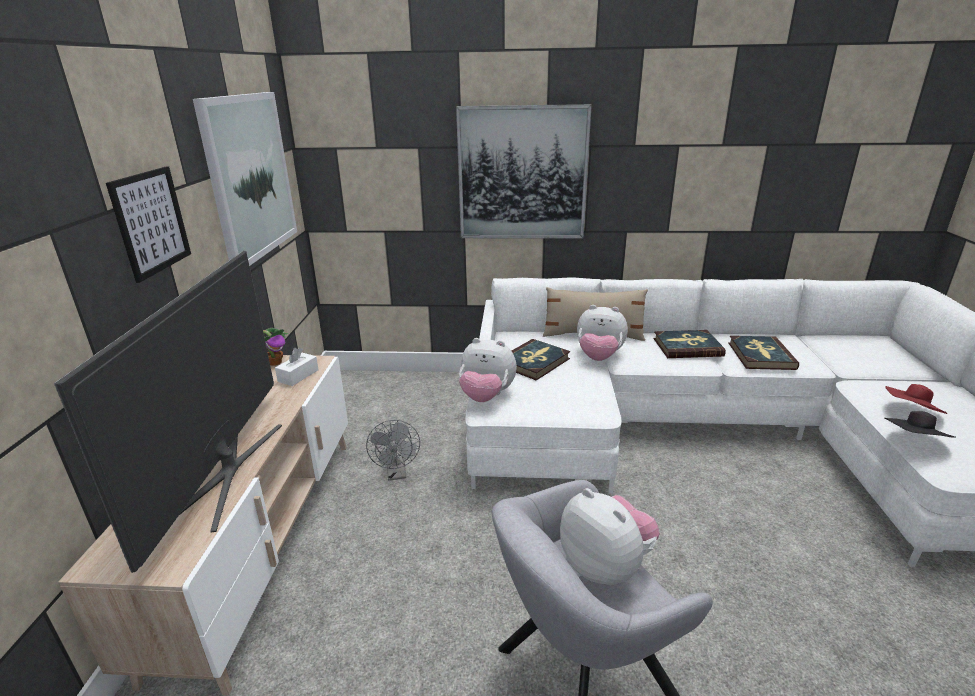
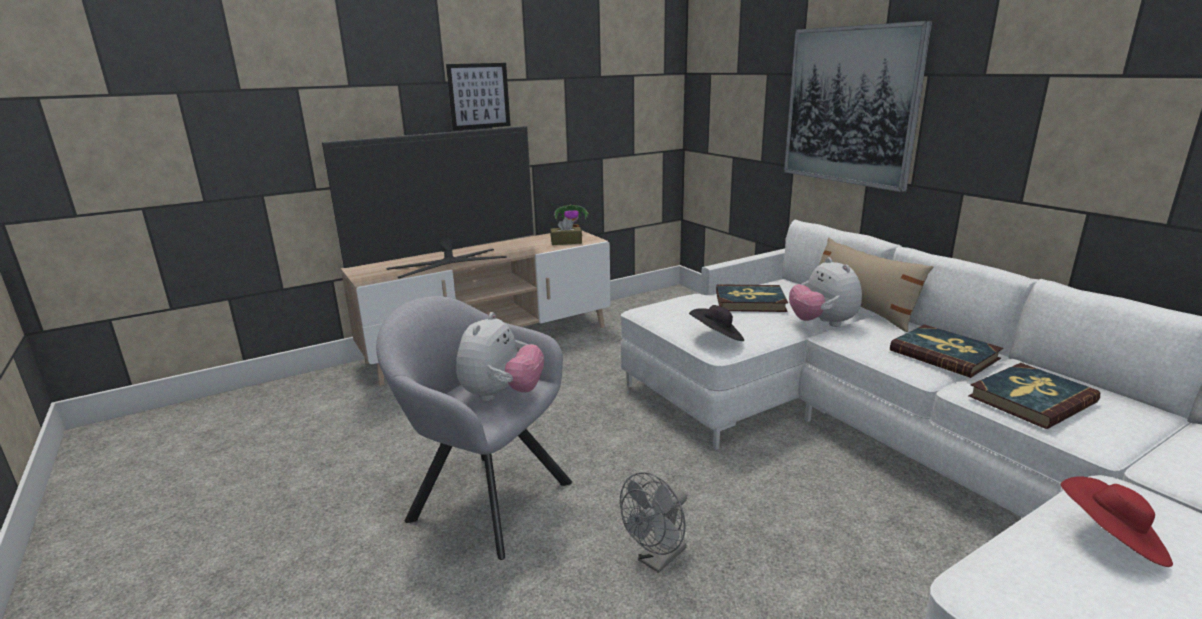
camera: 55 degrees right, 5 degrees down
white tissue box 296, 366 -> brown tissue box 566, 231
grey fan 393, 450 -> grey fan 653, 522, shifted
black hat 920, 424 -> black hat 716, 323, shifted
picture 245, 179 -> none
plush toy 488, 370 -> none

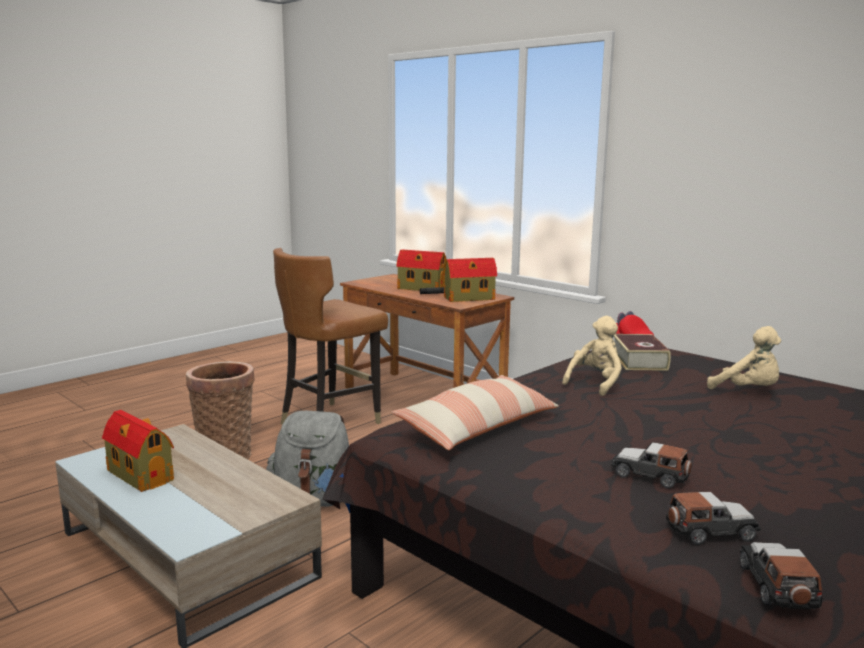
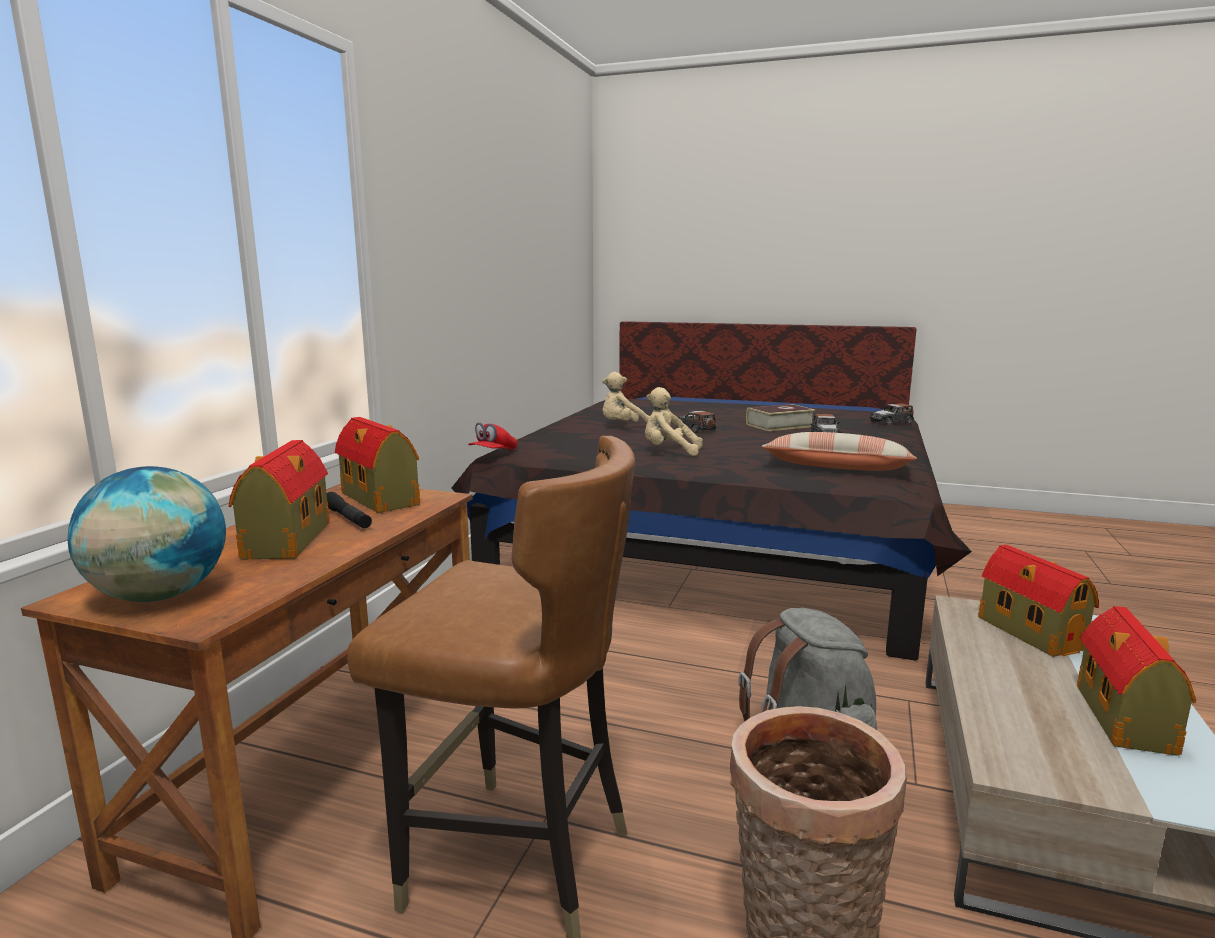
camera: 115 degrees left, 0 degrees up
none -> globe 147, 534
beige plush toy 744, 357 -> beige plush toy 626, 397, 135 degrees counterclockwise
toy car 713, 518 -> toy car 696, 422, shifted
book 642, 352 -> book 780, 417, shifted
none -> toy house 1038, 601

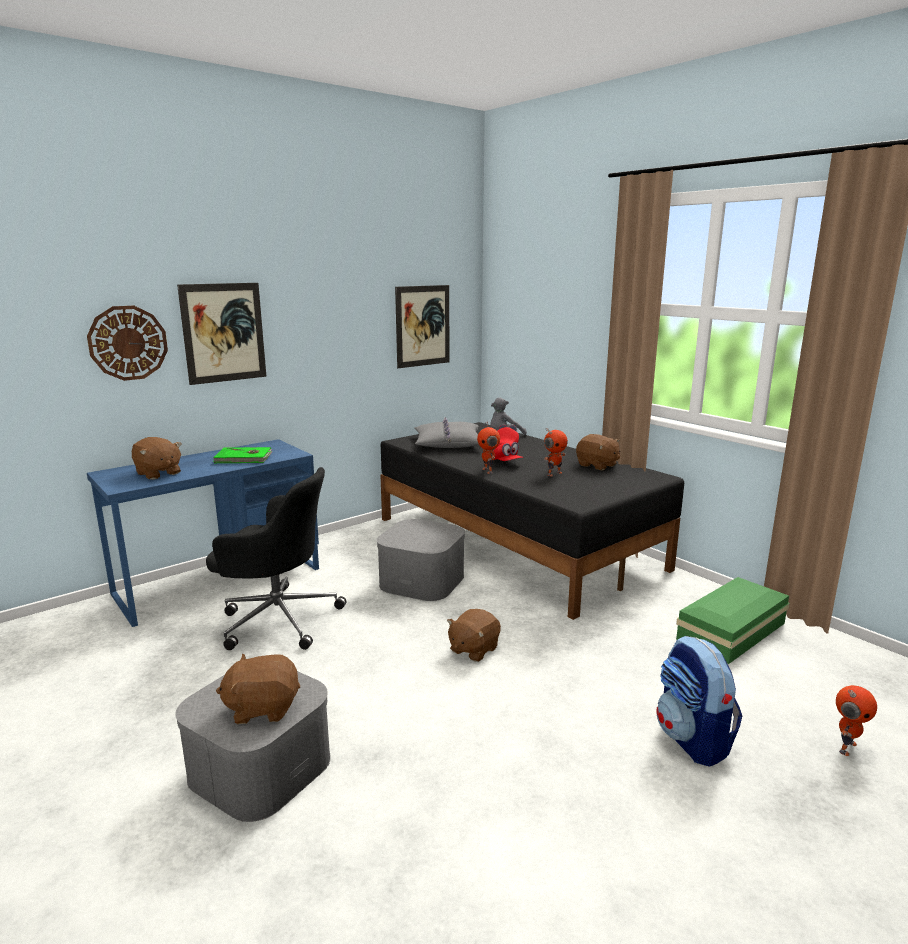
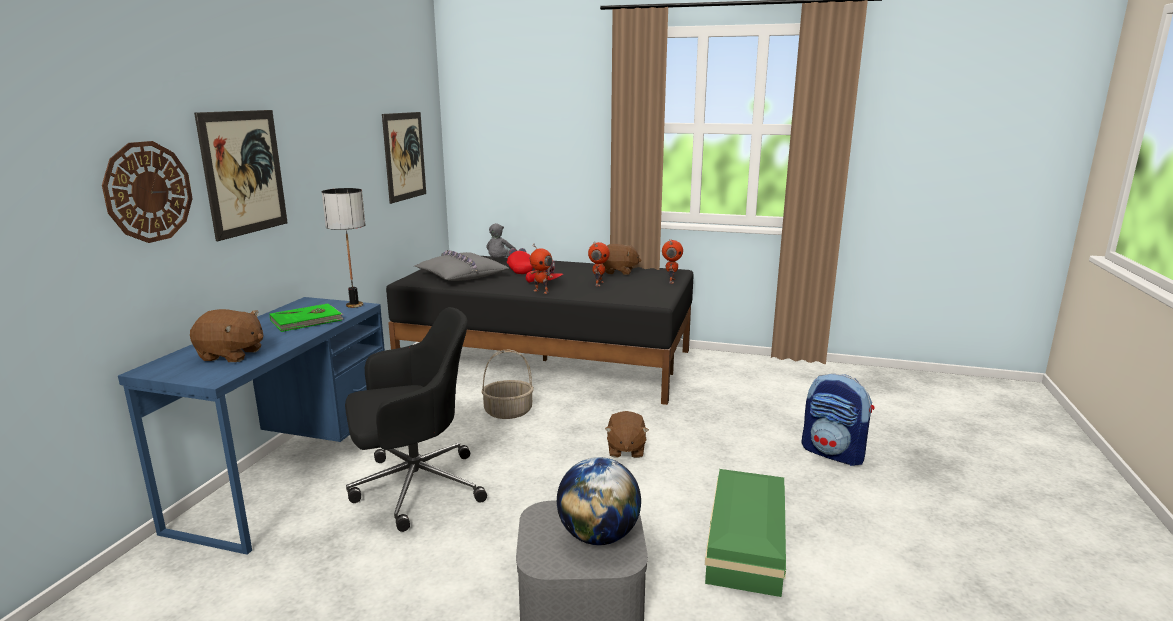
camera: 35 degrees left, 0 degrees up
none -> table lamp 343, 248
grey storage box 421, 560 -> basket 507, 384
brown plush toy 258, 689 -> globe 599, 501
toy robot 856, 720 -> toy robot 672, 261, shifted
green storage box 733, 620 -> green storage box 745, 533, shifted

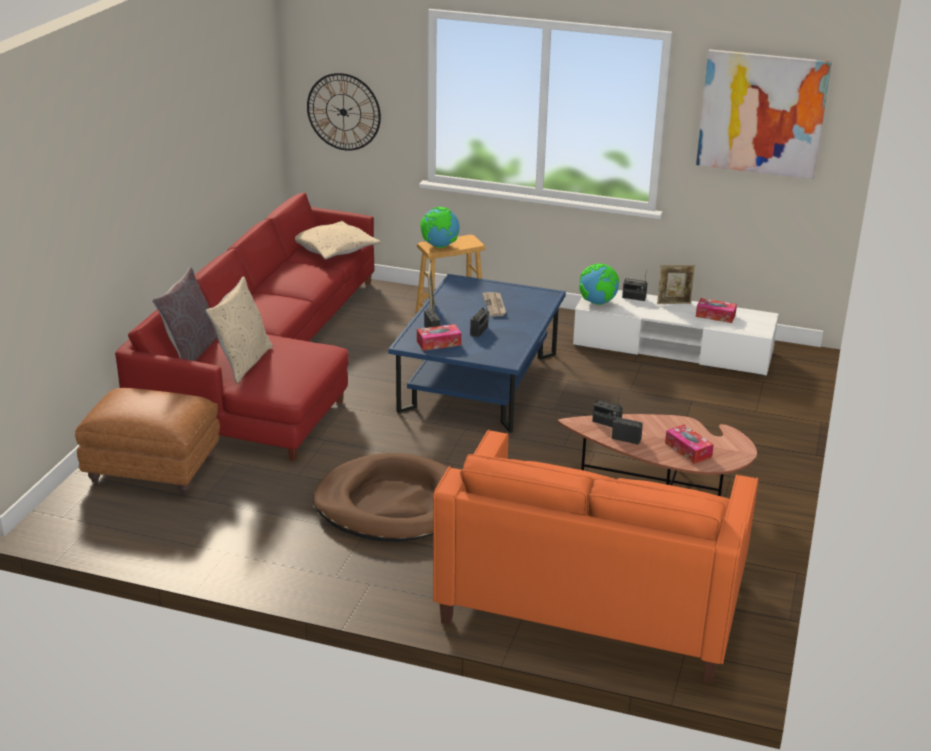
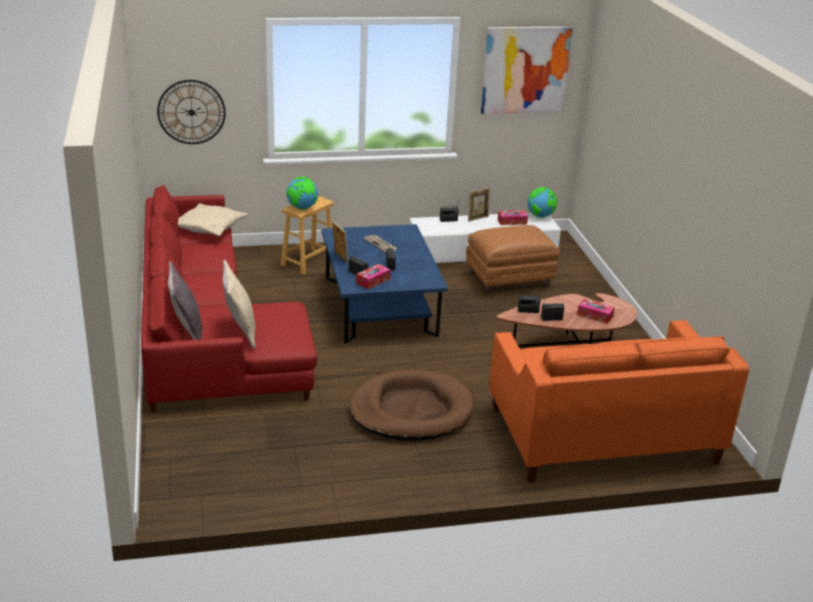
camera: 30 degrees left, 0 degrees up
brown ottoman 147, 441 -> brown ottoman 513, 259, shifted
globe 599, 284 -> globe 542, 202, shifted

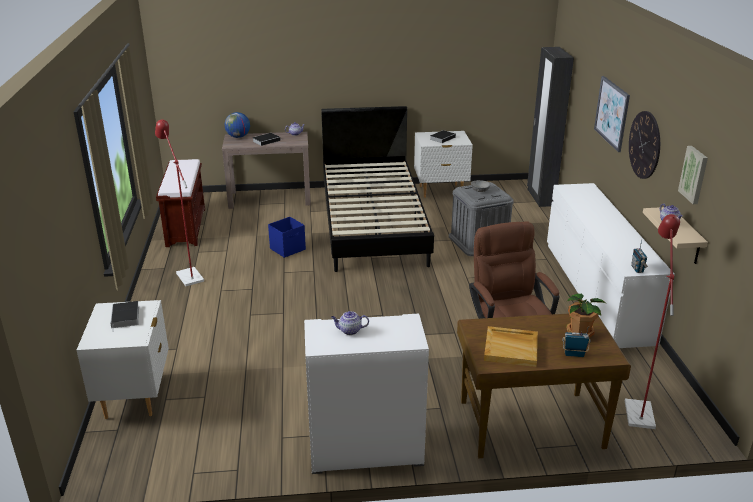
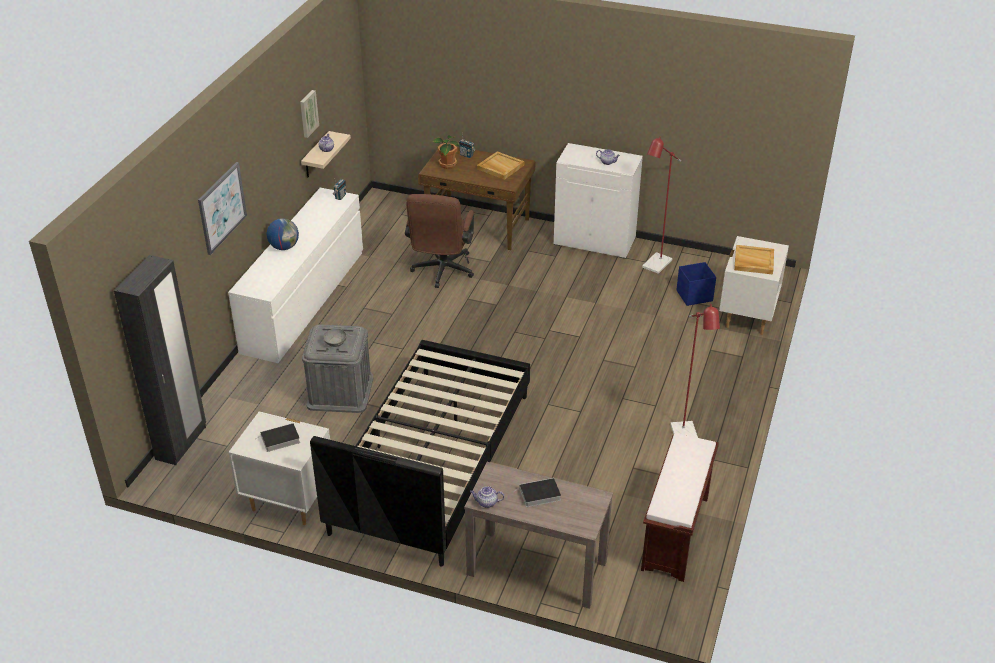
camera: 155 degrees left, 10 degrees up
globe 237, 125 -> globe 283, 234, shifted
red floor lamp 652, 321 -> red floor lamp 661, 205, shifted
blue storage box 287, 237 -> blue storage box 696, 284, shifted
book 124, 315 -> beige tray 754, 260
wall clock 644, 145 -> none

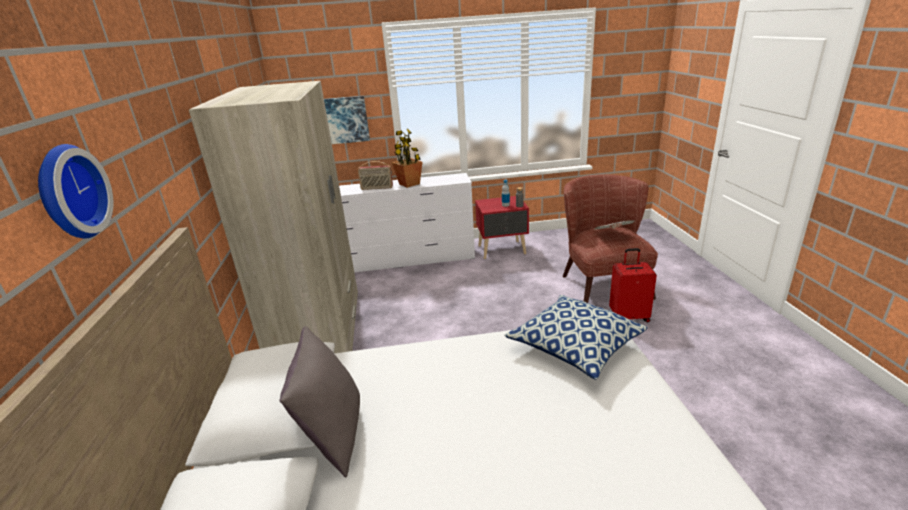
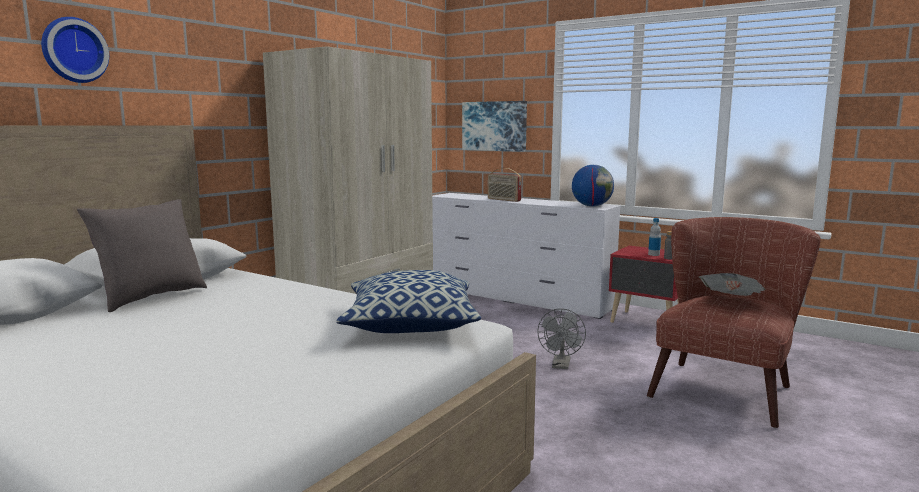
camera: 40 degrees right, 15 degrees down
none -> grey fan 561, 338
none -> globe 593, 186
potted plant 407, 158 -> none
red suitcase 633, 285 -> none

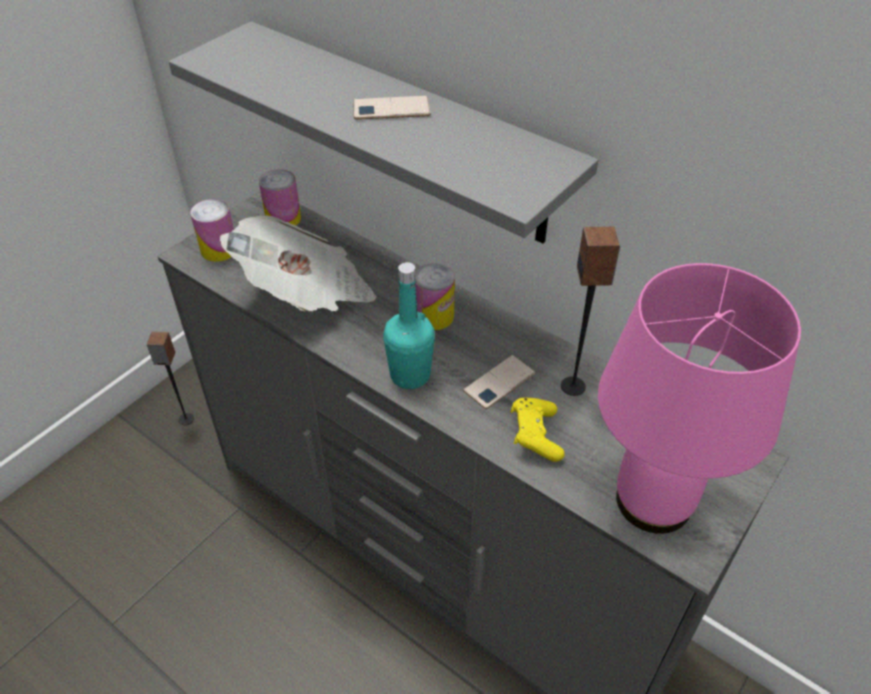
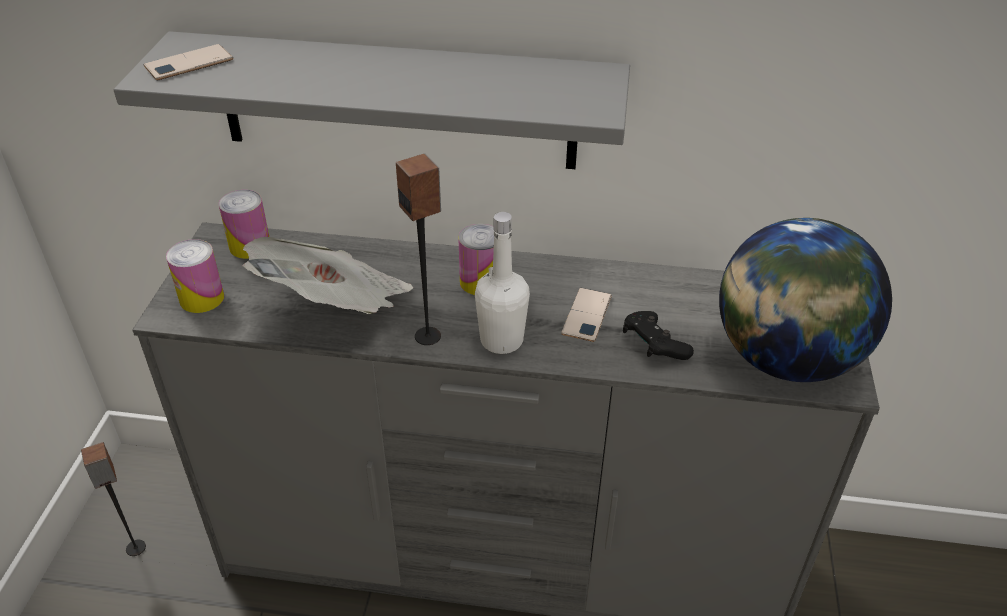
camera: 30 degrees left, 5 degrees down
phone 392, 108 -> phone 188, 62, shifted
speaker 591, 311 -> speaker 418, 249, shifted
turquoise bottle 409, 325 -> white bottle 502, 283
yellow game controller 537, 430 -> black game controller 658, 335
pink table lamp 699, 398 -> globe 805, 300

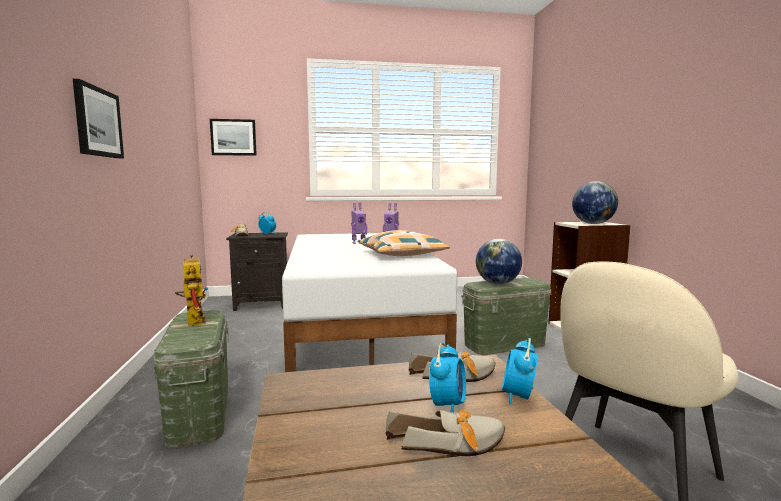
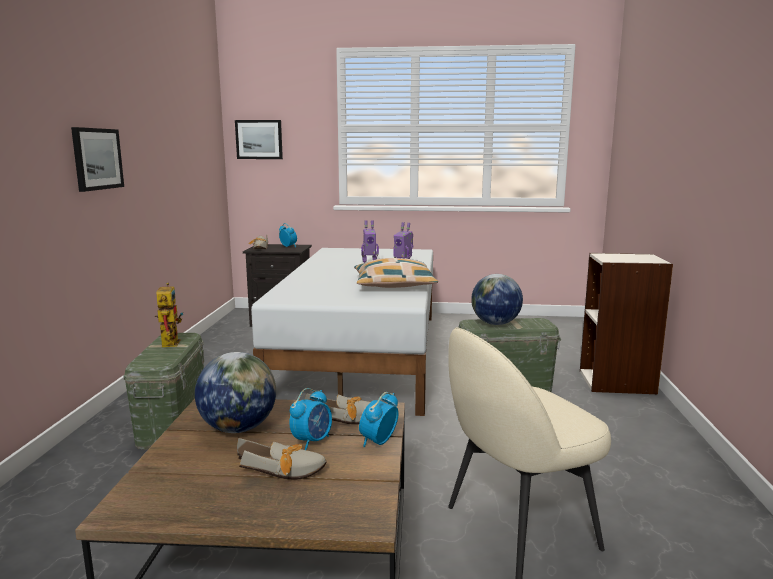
camera: 15 degrees right, 5 degrees up
globe 595, 202 -> globe 235, 392, shifted

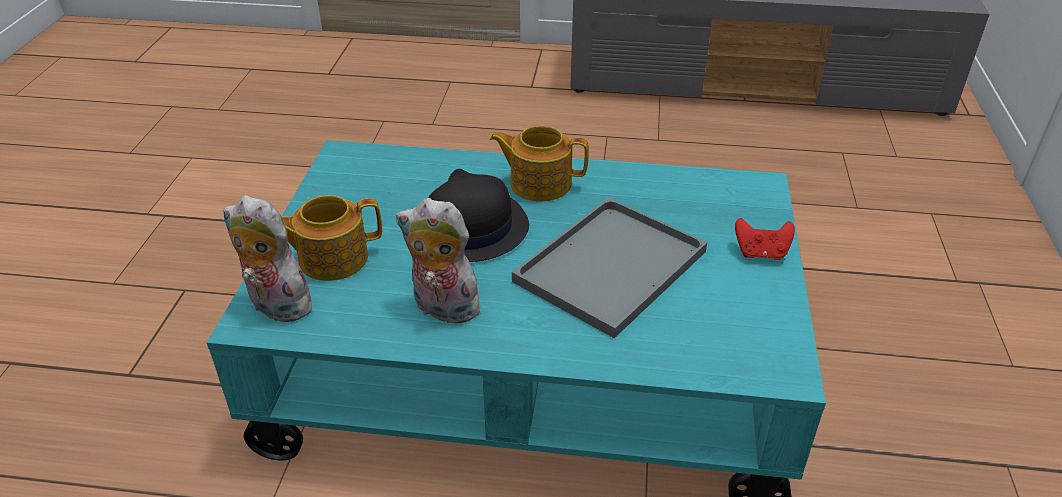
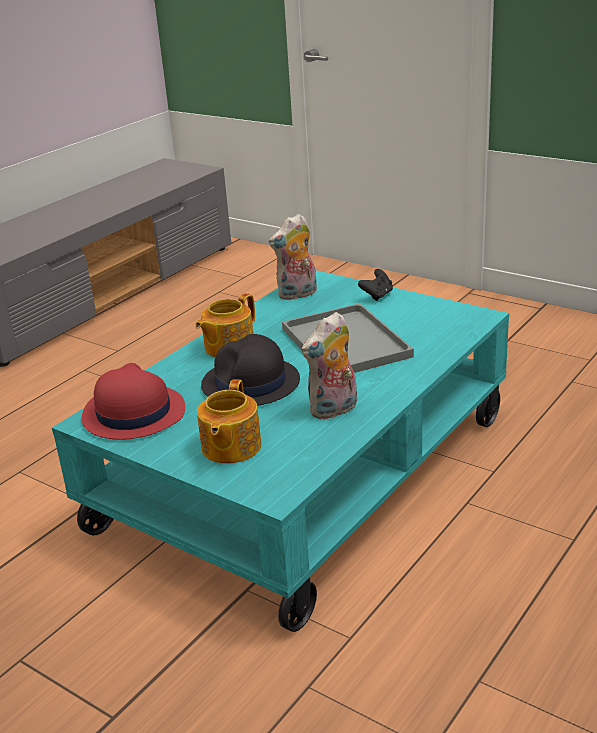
camera: 60 degrees left, 10 degrees down
none -> red hat 133, 401
plush toy 268, 258 -> plush toy 293, 257, shifted
red game controller 765, 239 -> black game controller 375, 285

